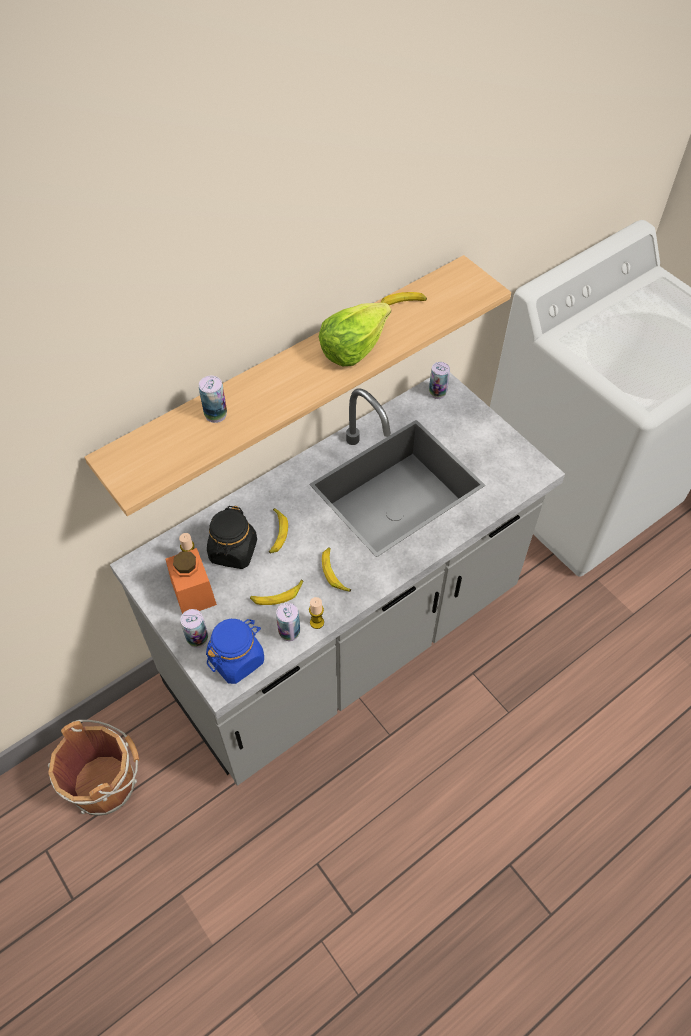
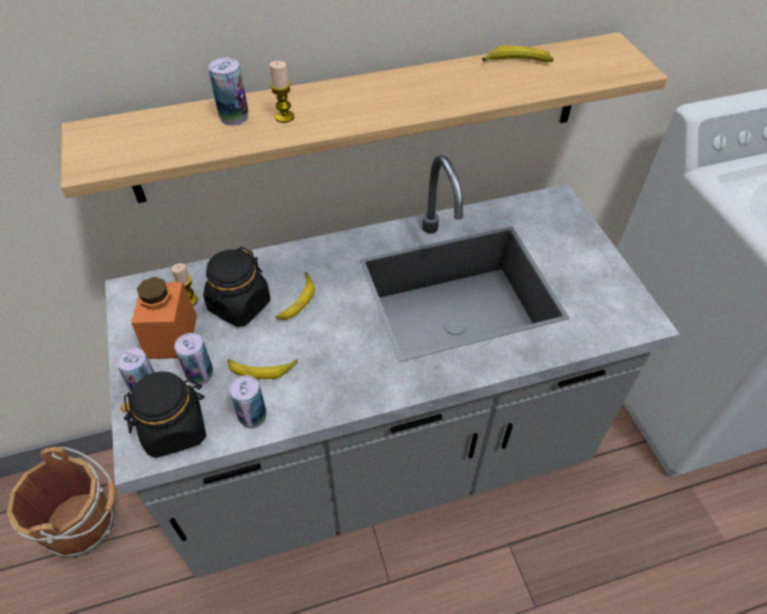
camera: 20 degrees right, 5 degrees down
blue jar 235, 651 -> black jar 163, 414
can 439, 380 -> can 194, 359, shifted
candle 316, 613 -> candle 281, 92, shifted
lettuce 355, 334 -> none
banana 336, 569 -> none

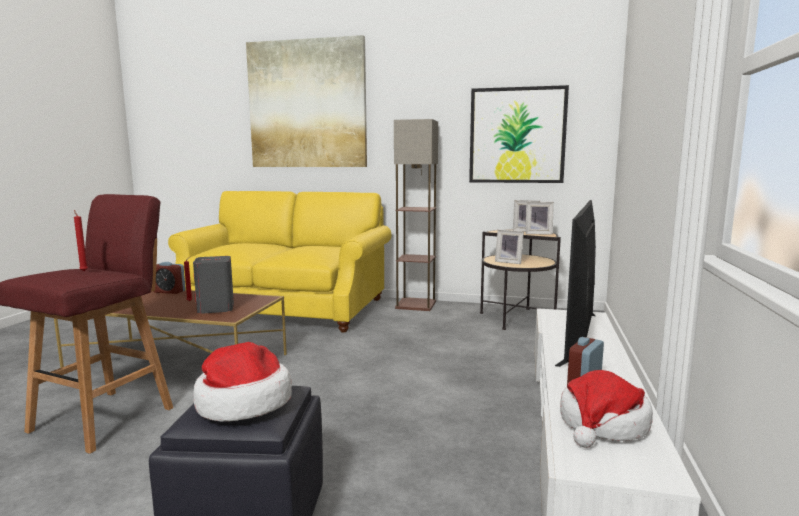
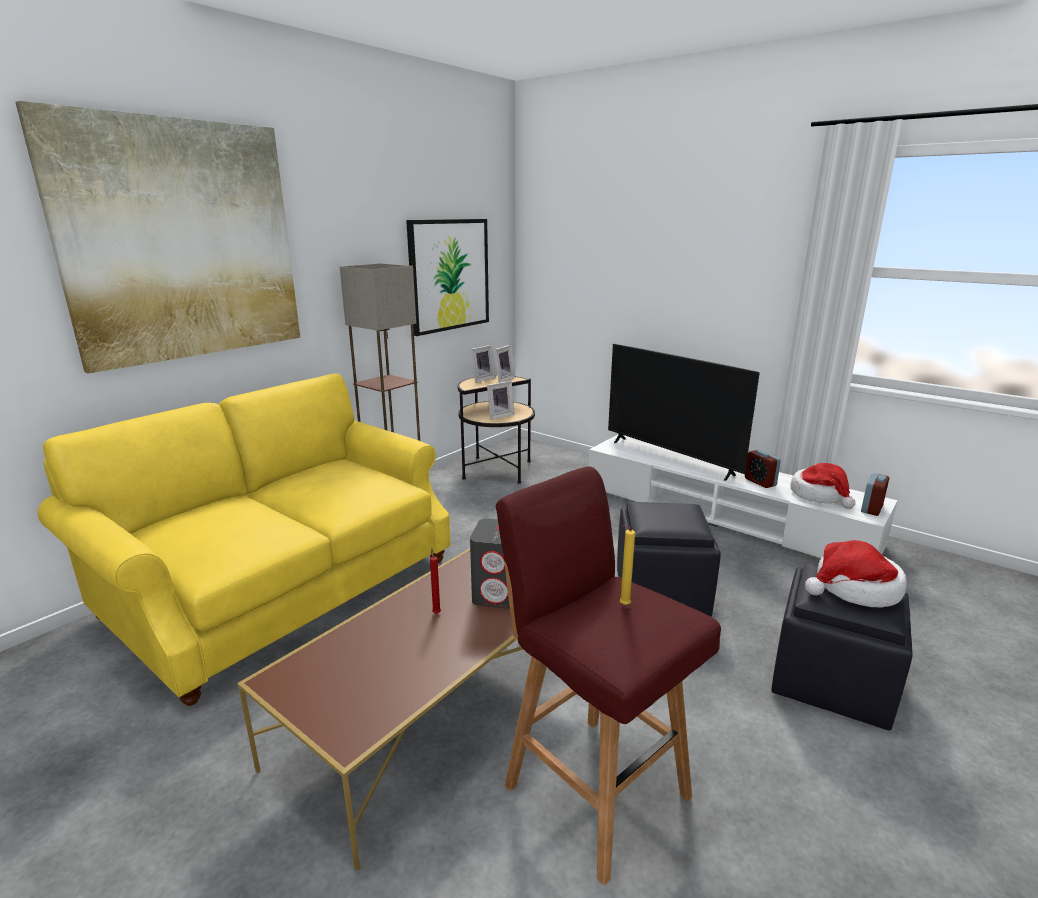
camera: 65 degrees left, 10 degrees up
none -> black ottoman 669, 559
red candle 81, 240 -> yellow candle 627, 565
alarm clock 170, 278 -> alarm clock 875, 494, shifted

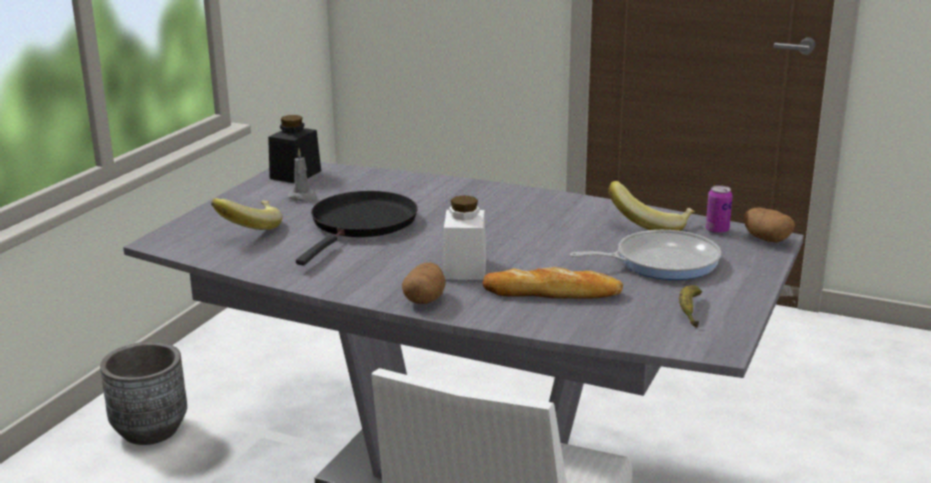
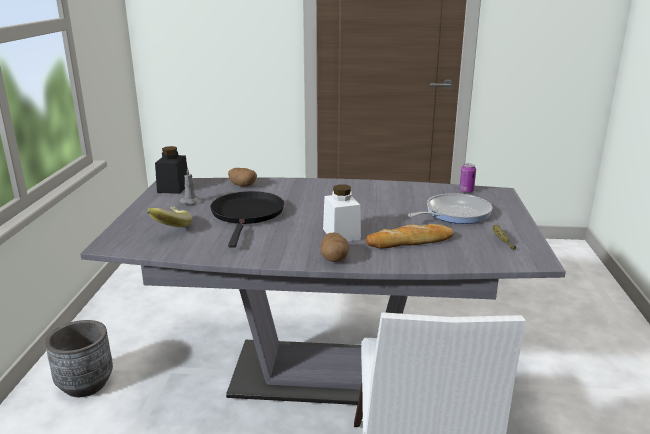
camera: 20 degrees left, 0 degrees up
potato 769, 225 -> potato 242, 177, shifted
banana 651, 206 -> none

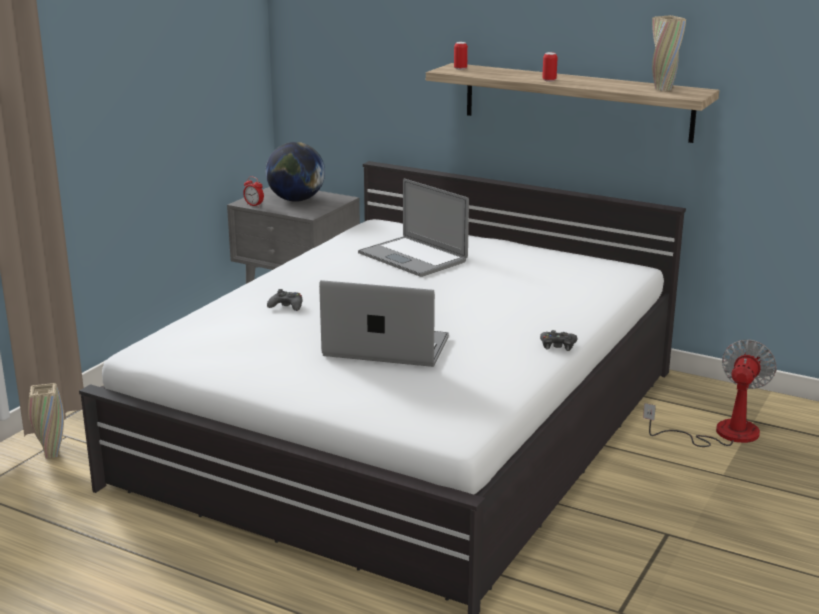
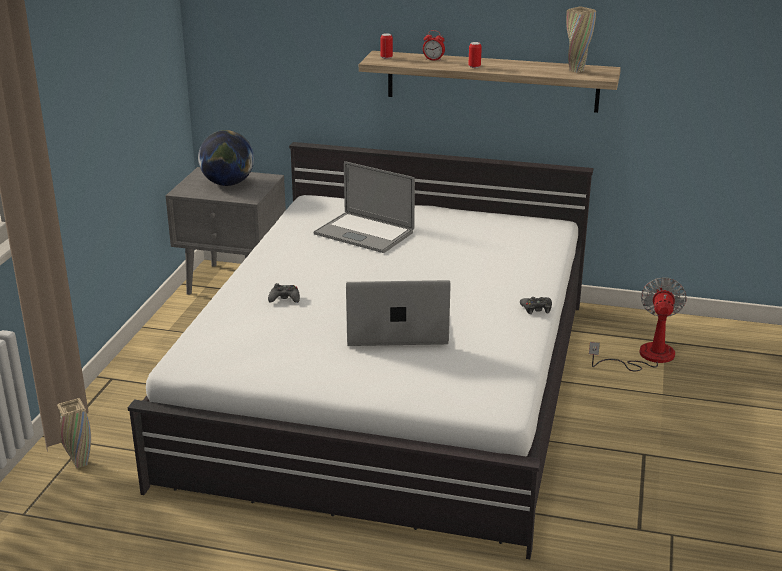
camera: 15 degrees left, 5 degrees up
alarm clock 253, 191 -> alarm clock 434, 45, shifted

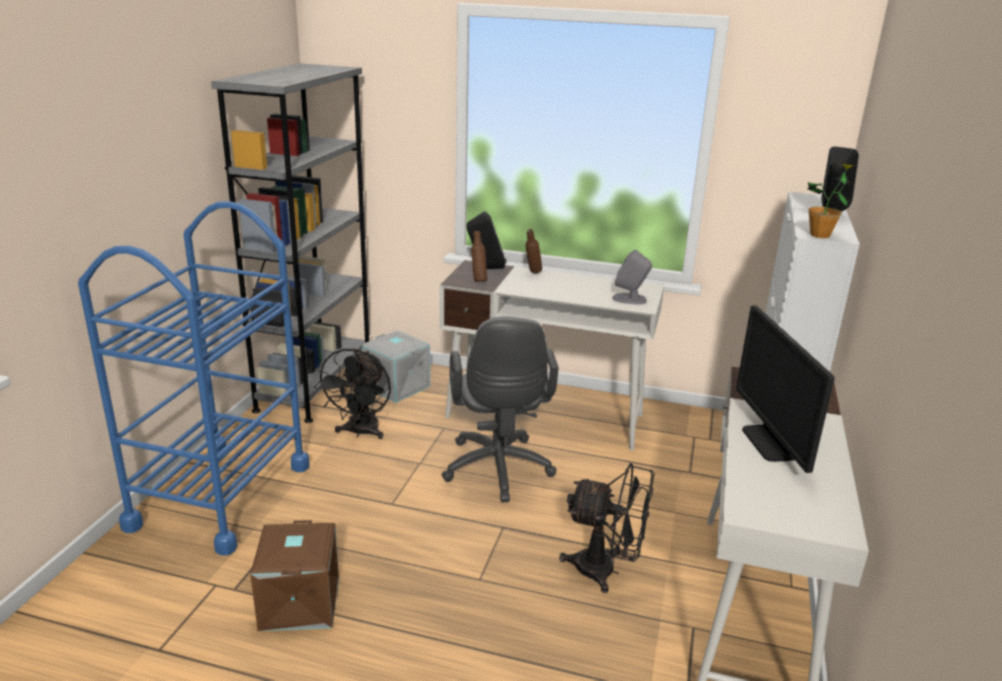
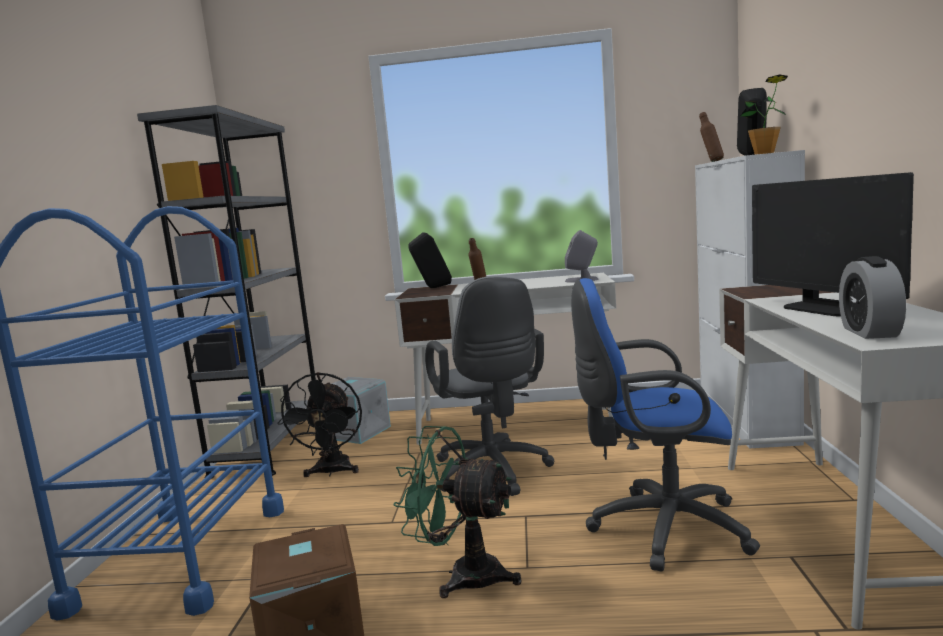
camera: 10 degrees left, 15 degrees down
none -> green fan 457, 512
black fan 606, 528 -> blue office chair 665, 424
brown bottle 479, 256 -> brown bottle 711, 137, shifted
none -> alarm clock 872, 297

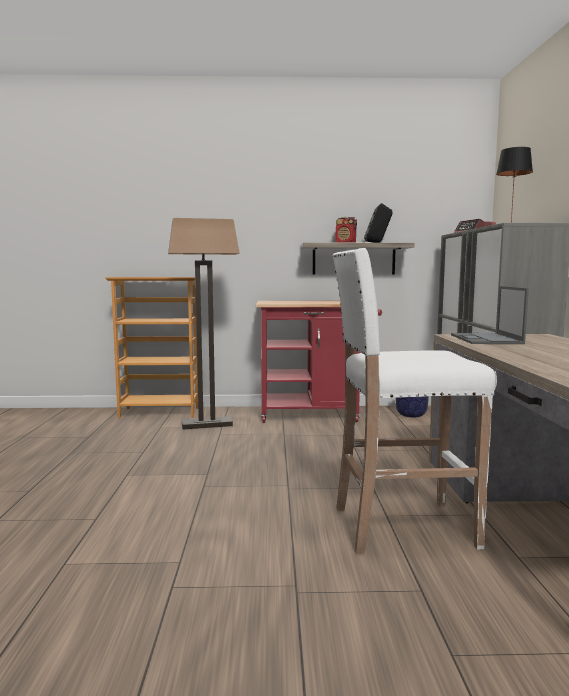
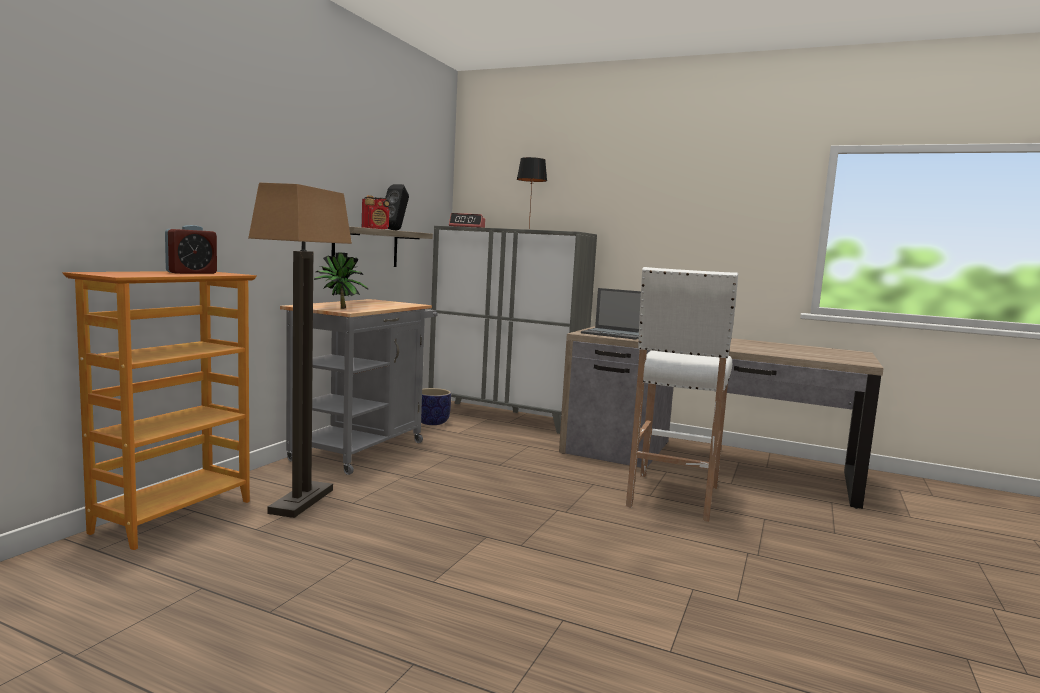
camera: 65 degrees left, 0 degrees up
none -> alarm clock 191, 249
red cart 319, 362 -> grey cart 359, 387
none -> potted plant 341, 281

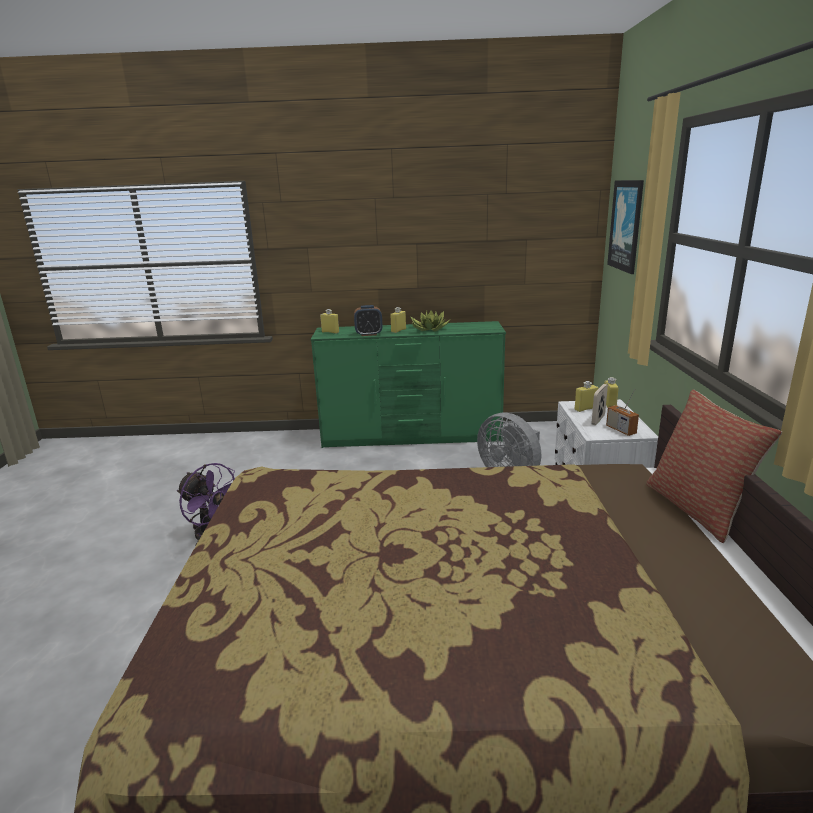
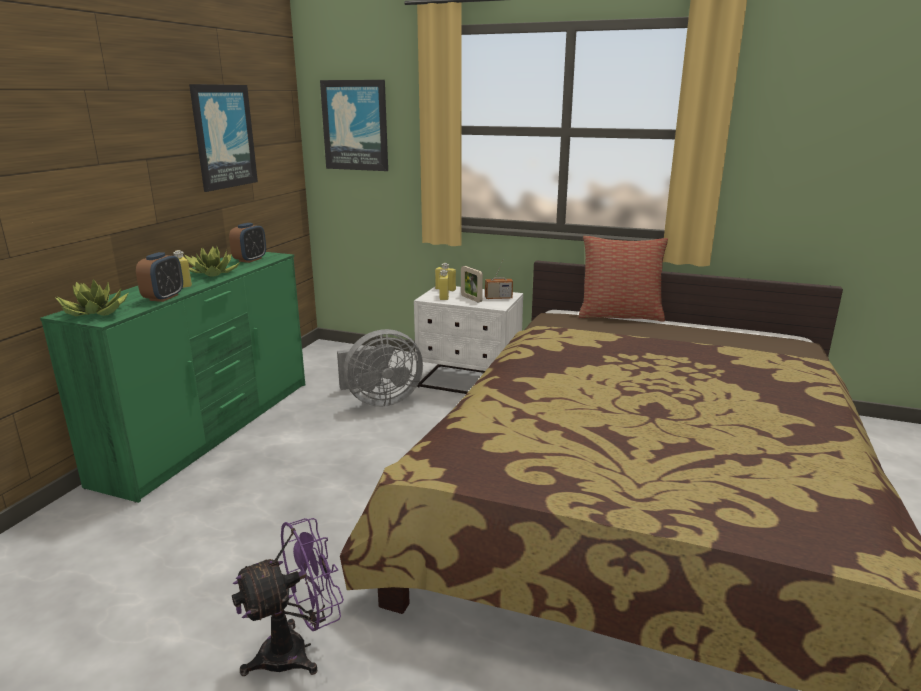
camera: 70 degrees left, 0 degrees up
yellow bottle 329, 321 -> potted plant 92, 297
none -> picture 223, 138
none -> alarm clock 247, 243

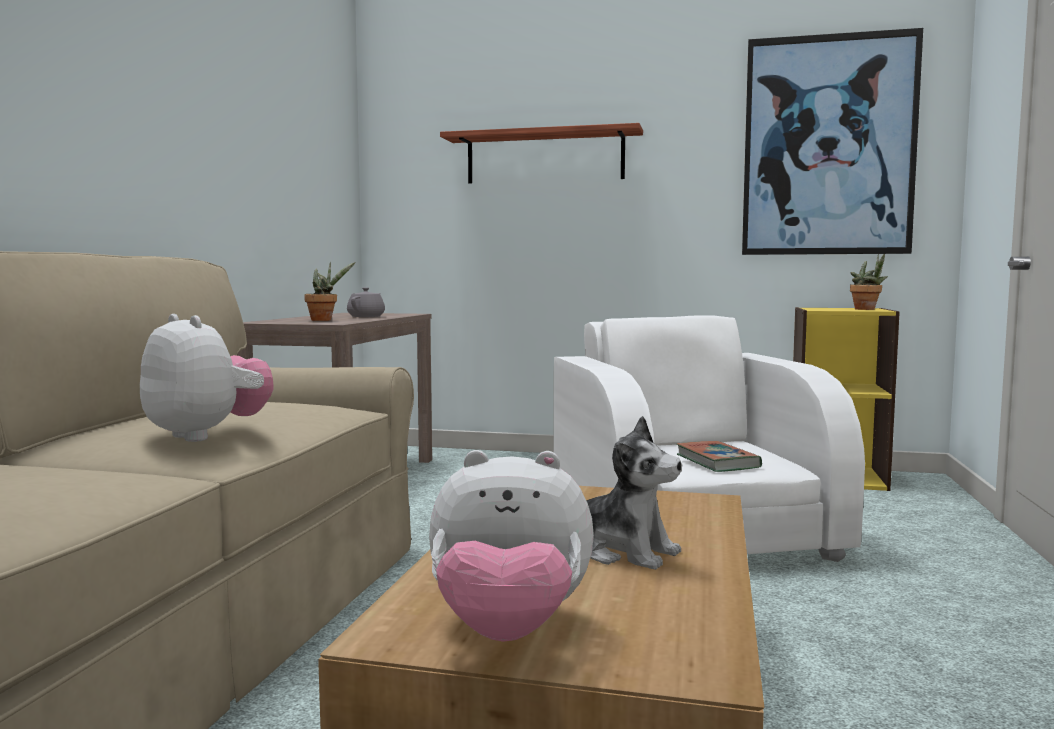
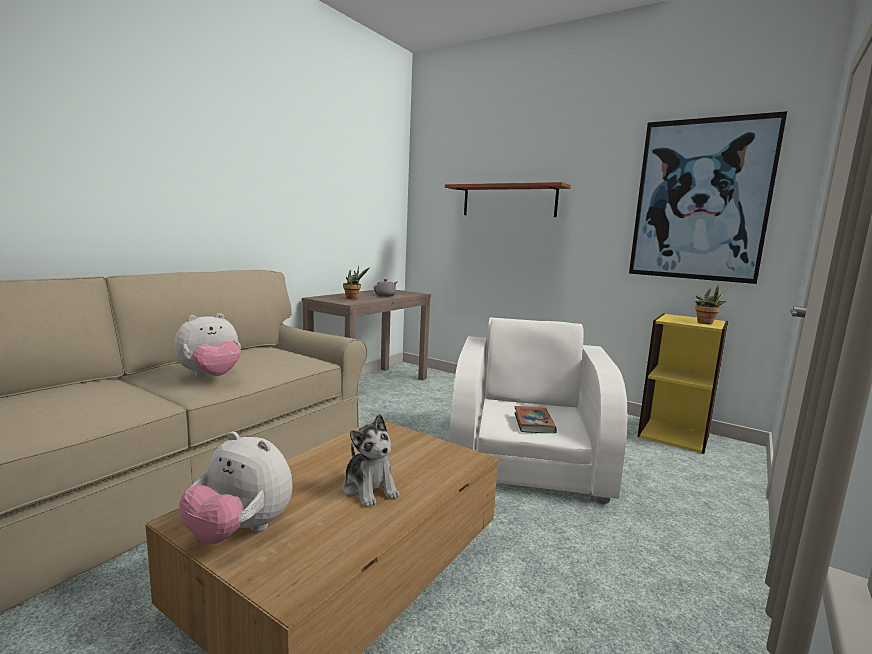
camera: 20 degrees right, 5 degrees up
plush toy 206, 378 -> plush toy 207, 345, 75 degrees clockwise

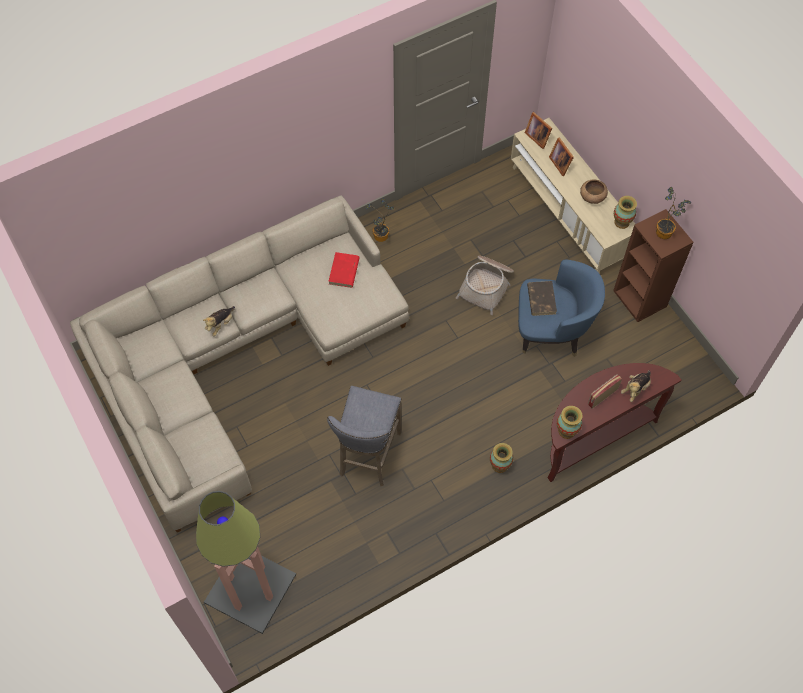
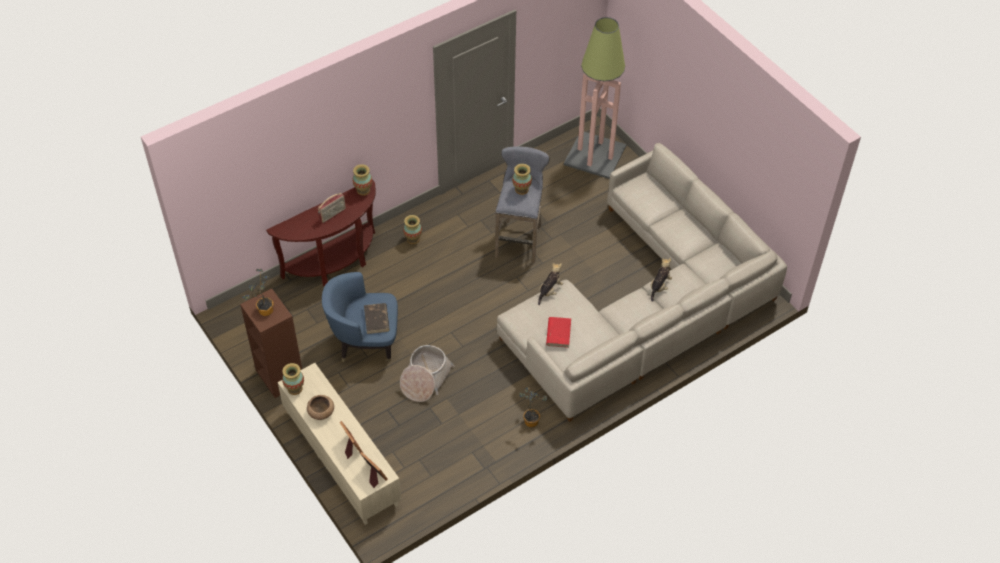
camera: 175 degrees right, 10 degrees down
none -> vase 522, 179
plush toy 636, 386 -> plush toy 550, 284, shifted

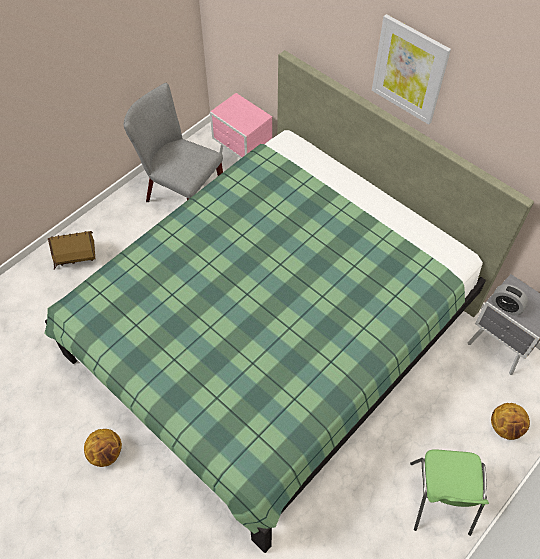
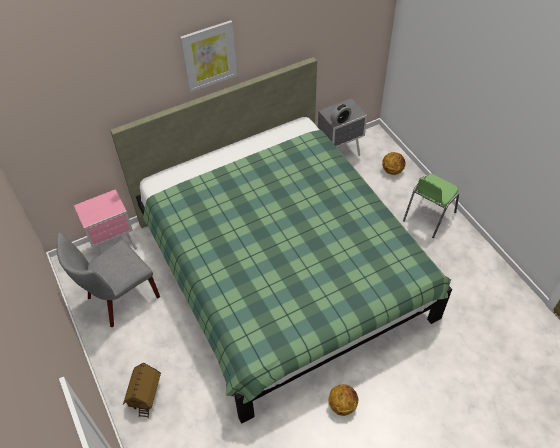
camera: 70 degrees left, 5 degrees down
green chair 449, 492 -> green chair 431, 206, 105 degrees clockwise

